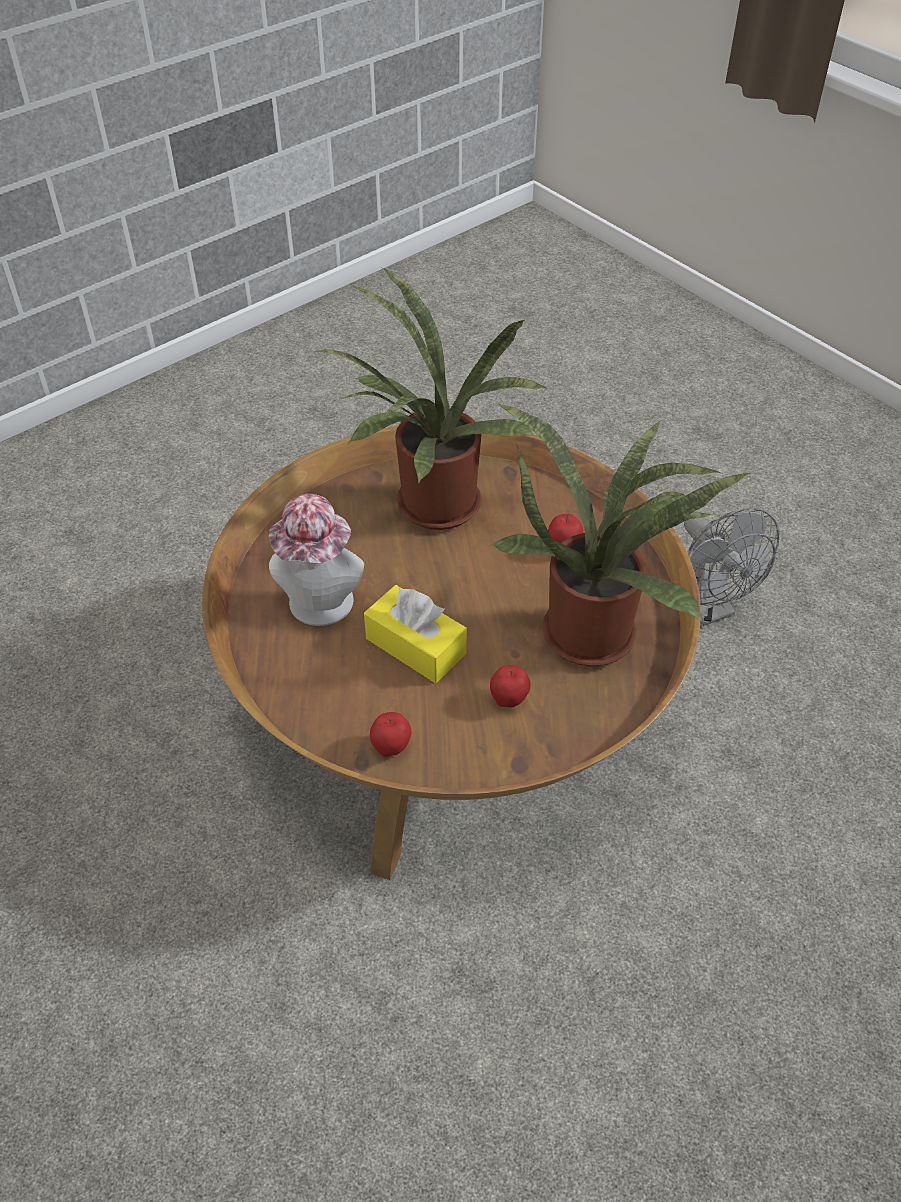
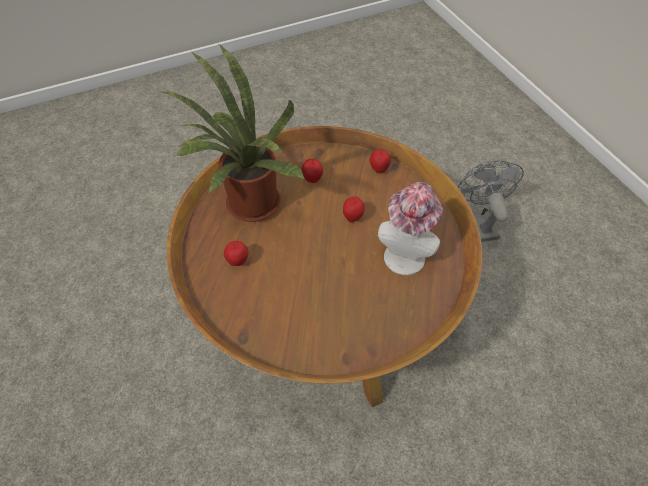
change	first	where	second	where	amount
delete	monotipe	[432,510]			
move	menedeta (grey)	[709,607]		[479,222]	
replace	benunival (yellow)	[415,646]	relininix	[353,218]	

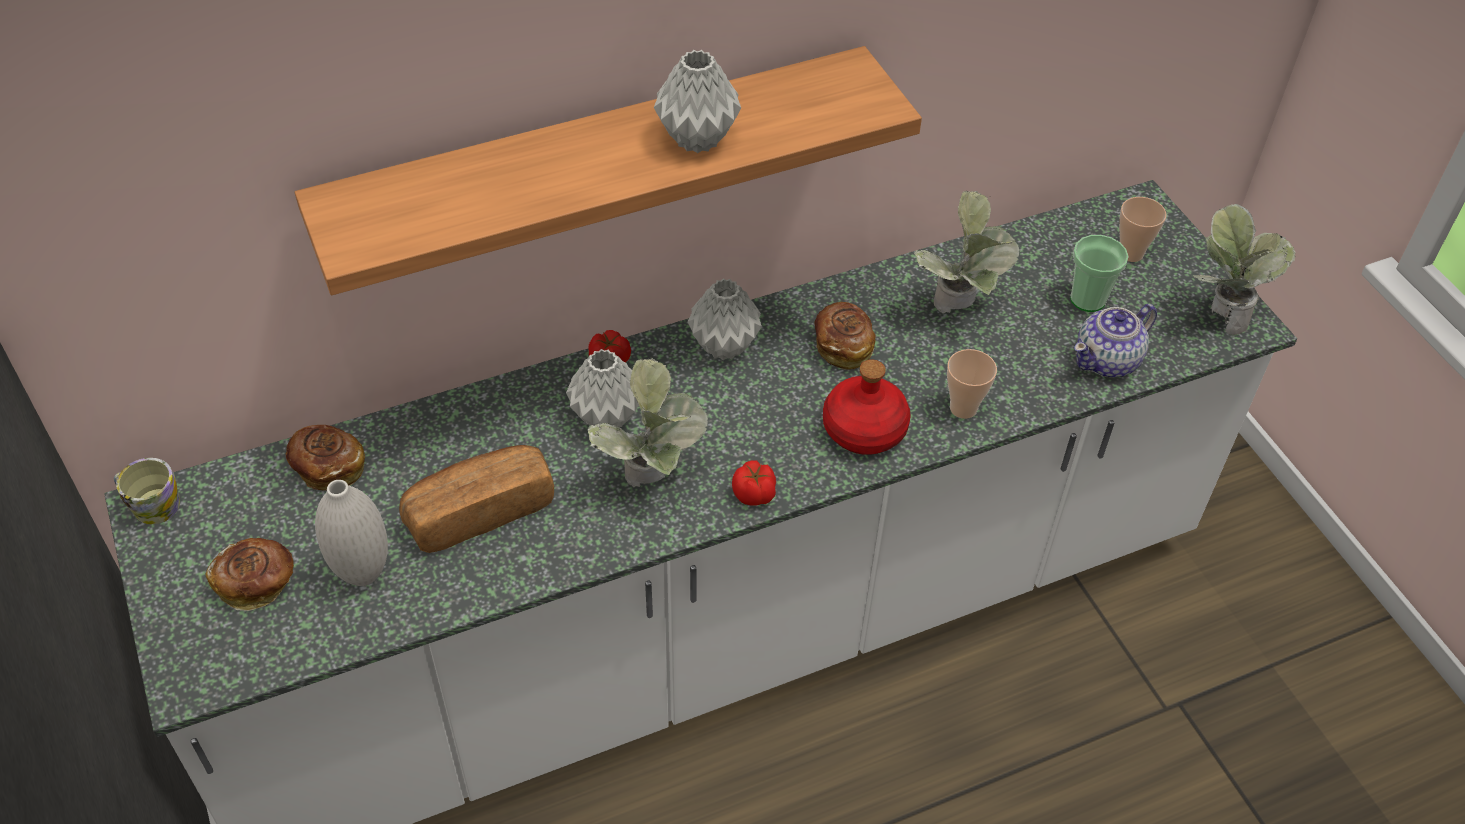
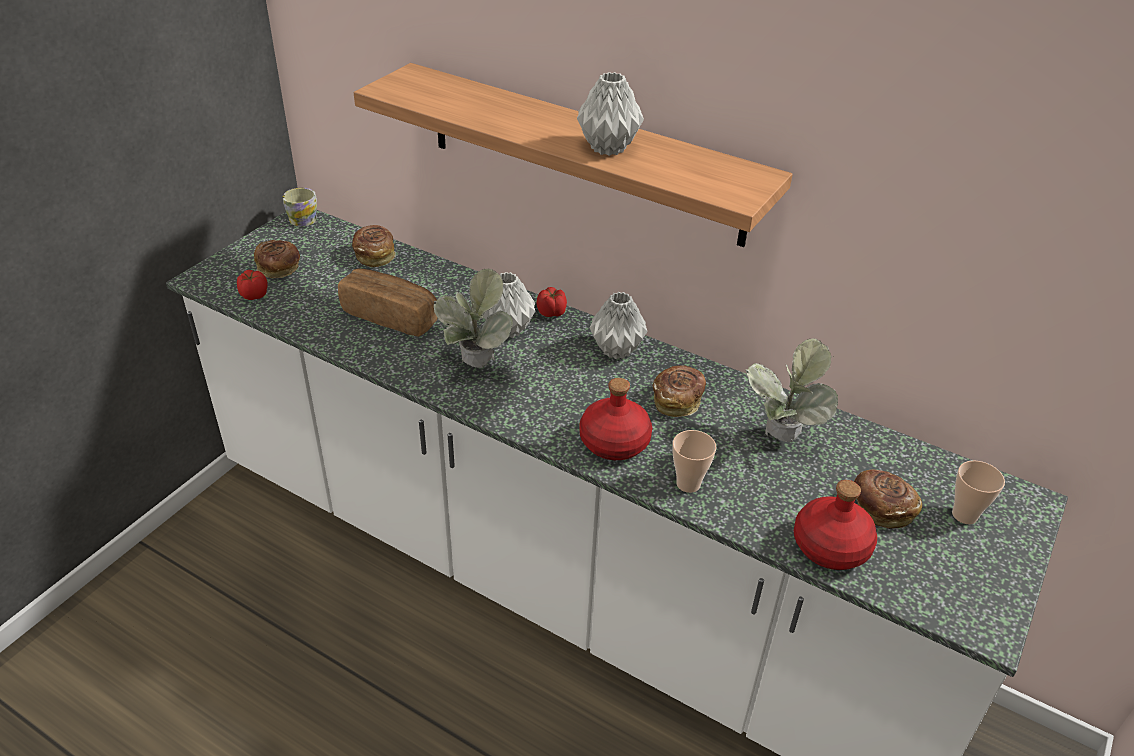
change	first	where	second	where	amount
delete	monotipe	[1219,314]			
replace	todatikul	[1087,299]	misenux	[880,509]	
replace	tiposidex	[1108,360]	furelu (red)	[831,547]	
move	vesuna	[754,495]		[253,295]	
delete	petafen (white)	[363,573]			

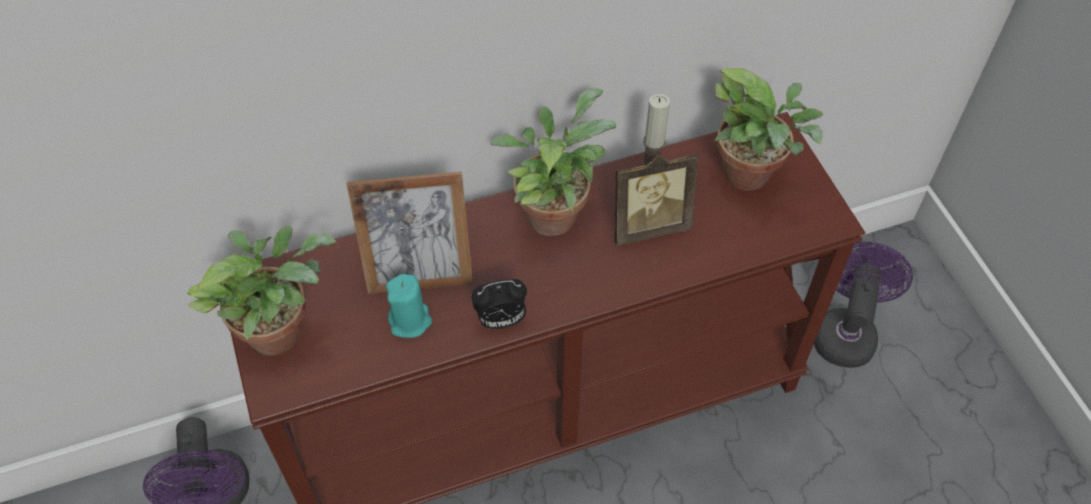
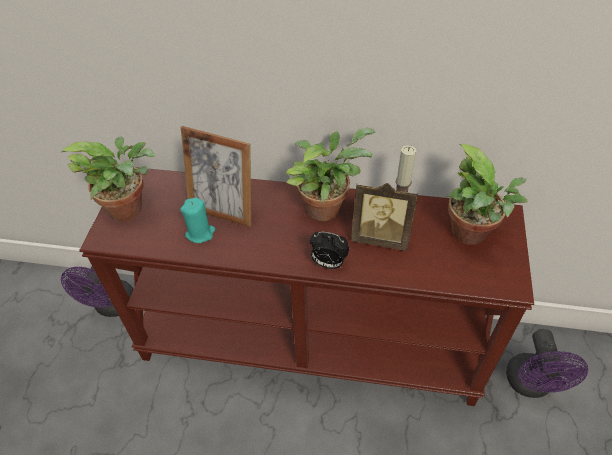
change	first	where	second	where	amount
rotate	menedeta (purple)	[845,331]		[531,385]	135 degrees clockwise
move	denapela	[501,320]		[328,263]	

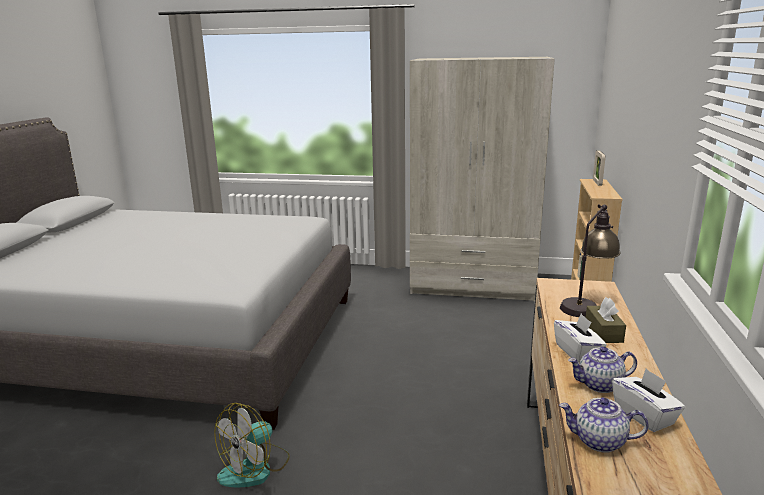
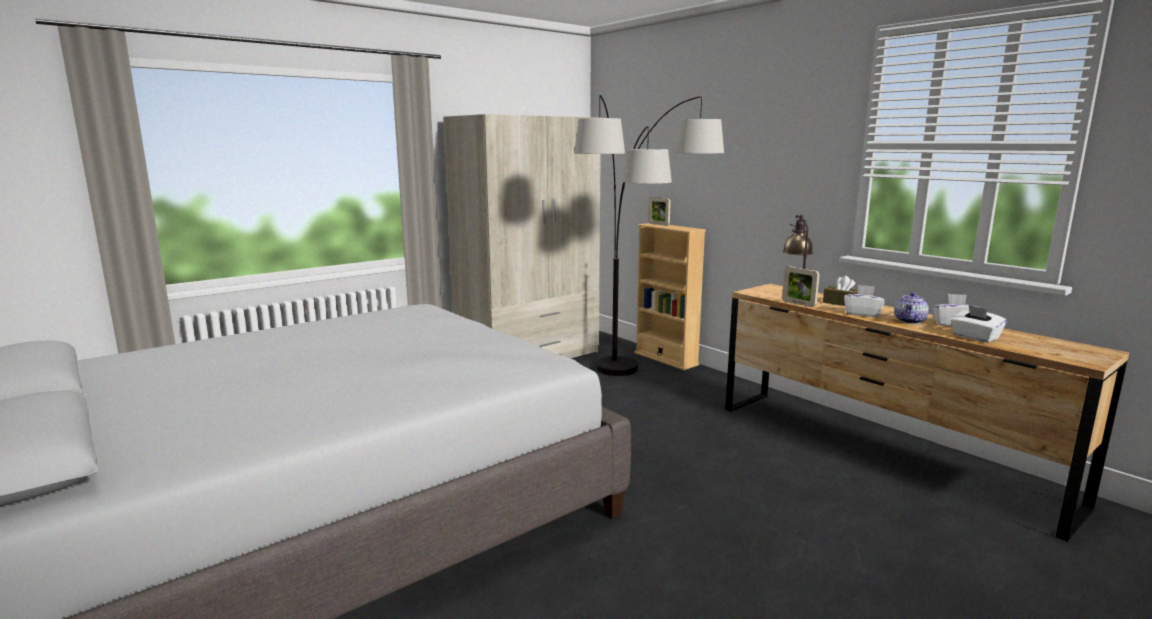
change	first	where	second	where	amount
replace	tiposidex	[599,441]	benunival (white)	[975,337]	
delete	menedeta	[255,468]			
insert			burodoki	[634,387]	
insert			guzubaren	[798,304]	

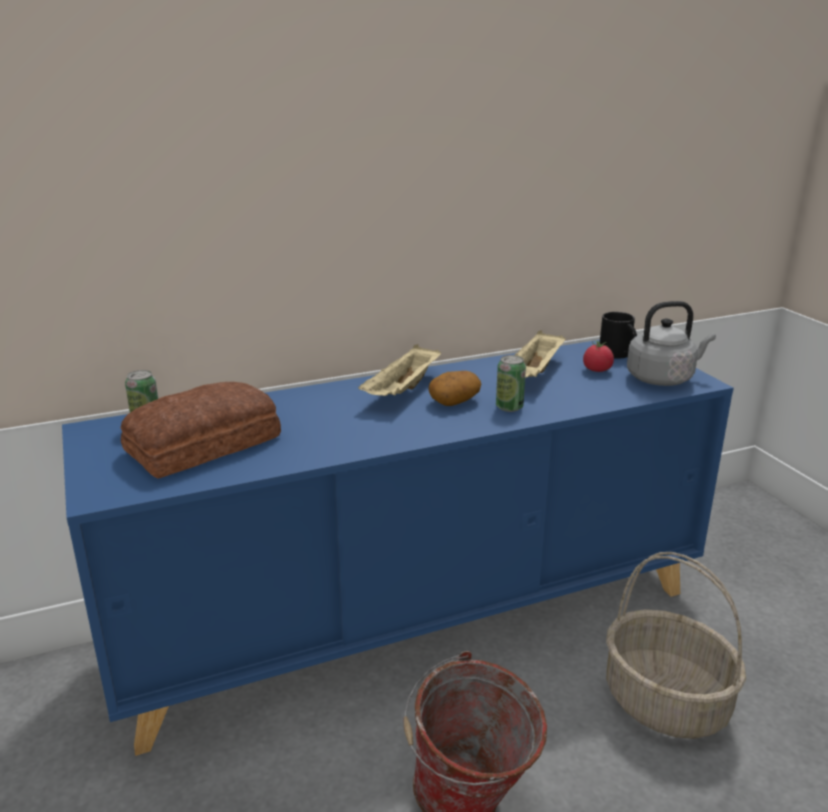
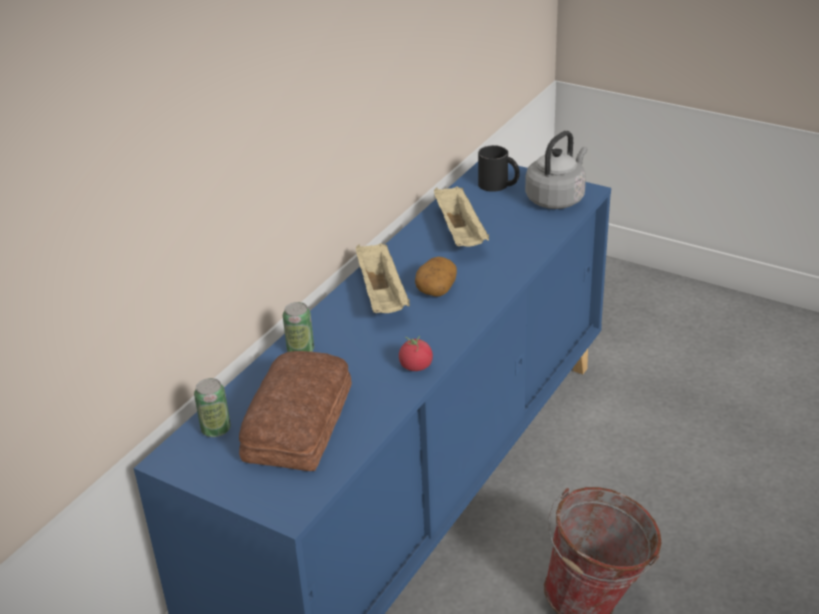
change	first	where	second	where	amount
move	vesuna	[597,370]		[416,366]	
move	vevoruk	[509,407]		[300,350]	
delete	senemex	[667,702]			

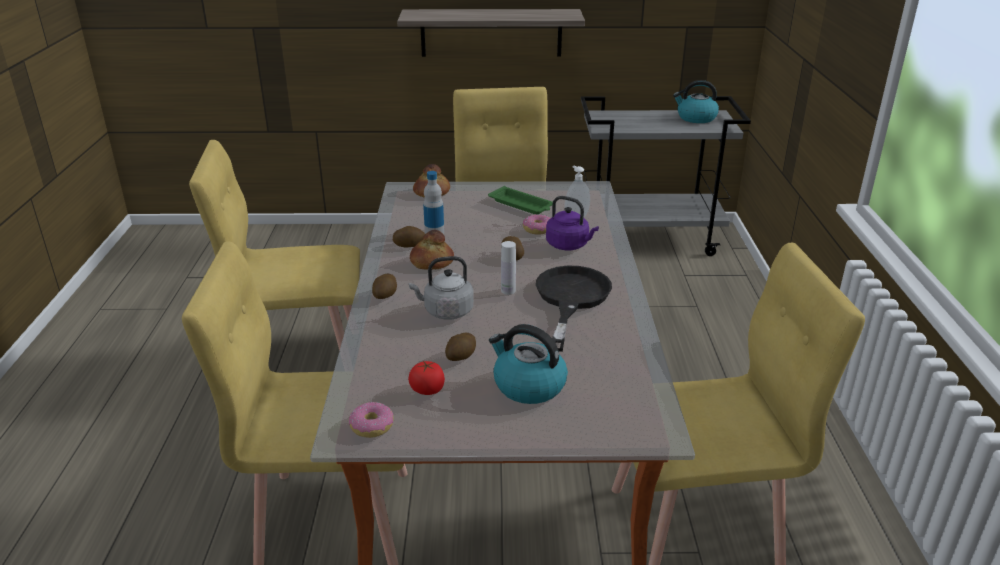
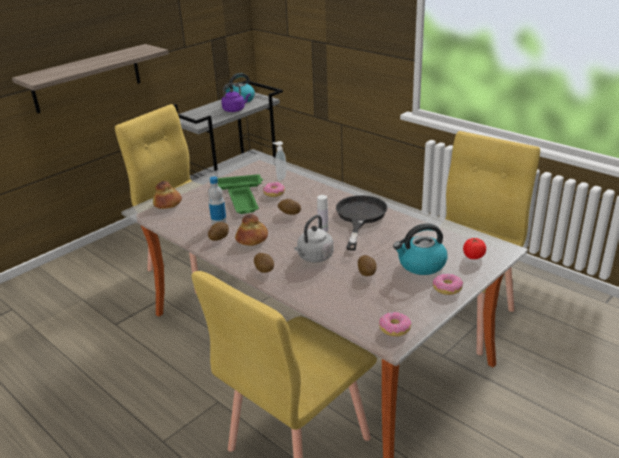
change	first	where	second	where	amount
delete	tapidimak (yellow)	[303,362]			
move	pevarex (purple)	[569,245]		[235,110]	
rotate	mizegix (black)	[570,299]		[360,217]	45 degrees clockwise
move	vesuna	[427,390]		[473,256]	
insert			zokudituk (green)	[243,204]	
insert			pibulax	[447,288]	

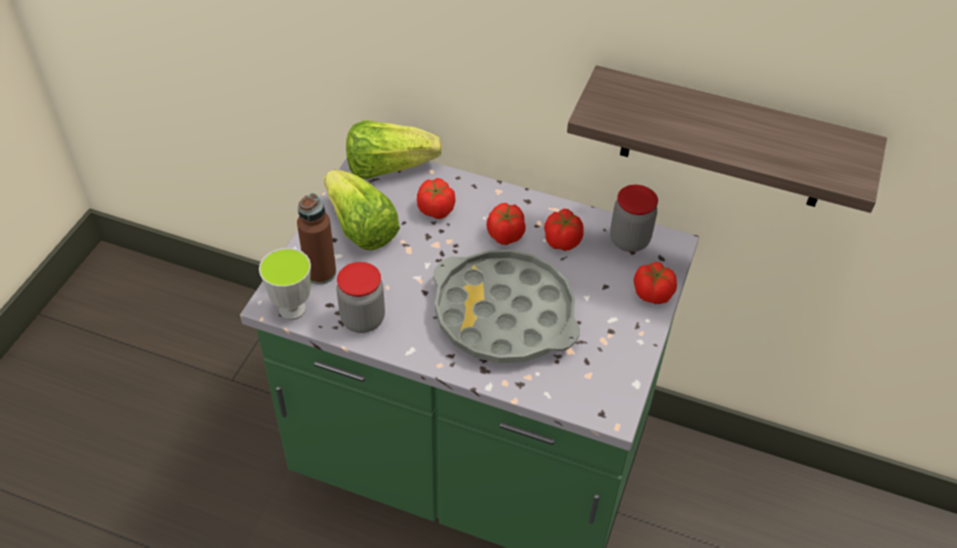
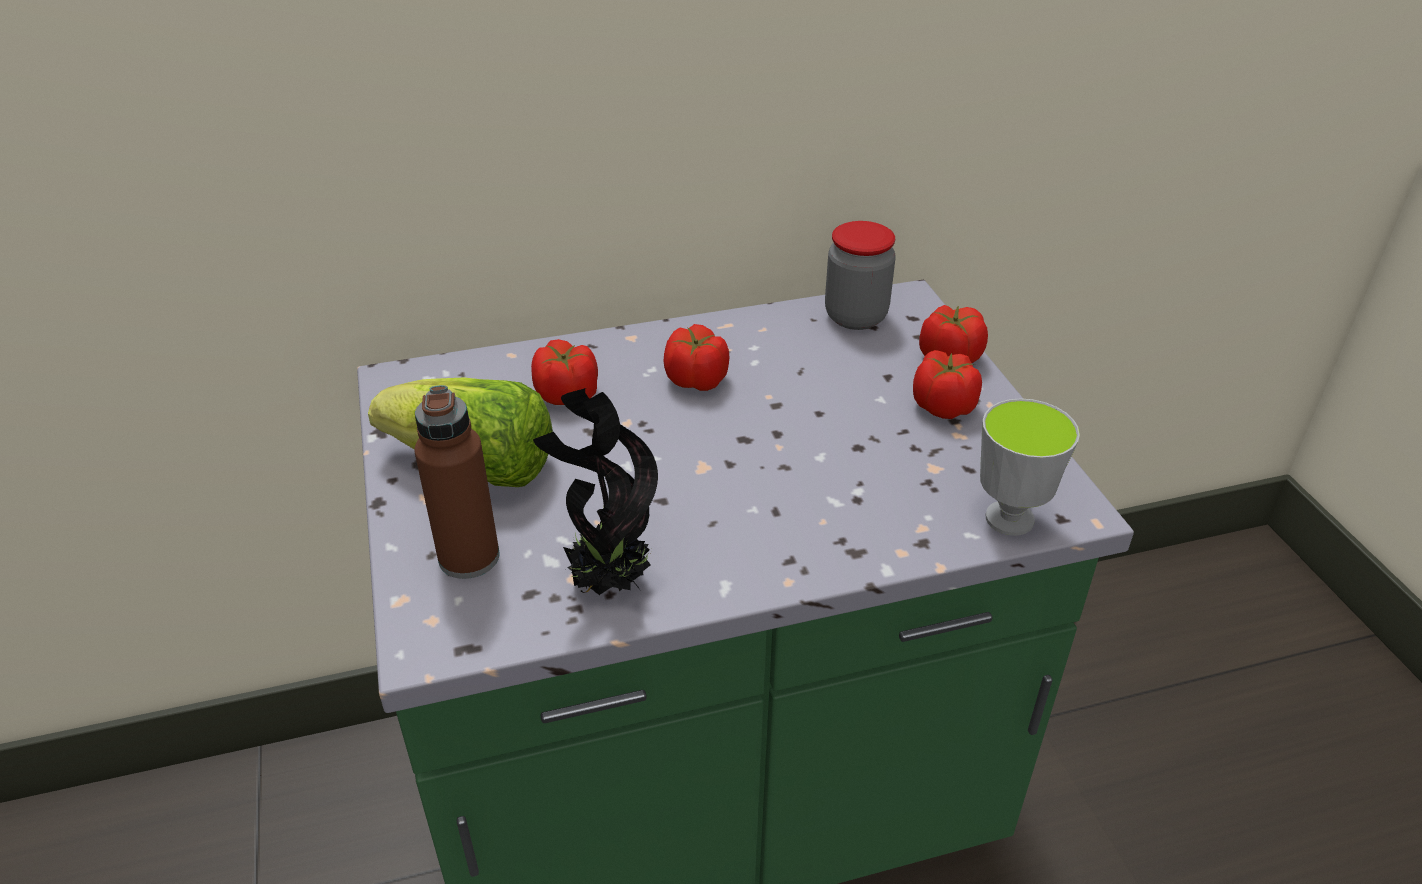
change	first	where	second	where	amount
delete	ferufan	[726,140]			
delete	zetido	[388,167]			
move	vesuna	[562,240]		[943,406]	
move	todatikul	[292,309]		[1009,519]	
delete	zokudituk (grey)	[504,315]			
replace	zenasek	[363,319]	monotipe	[606,584]	

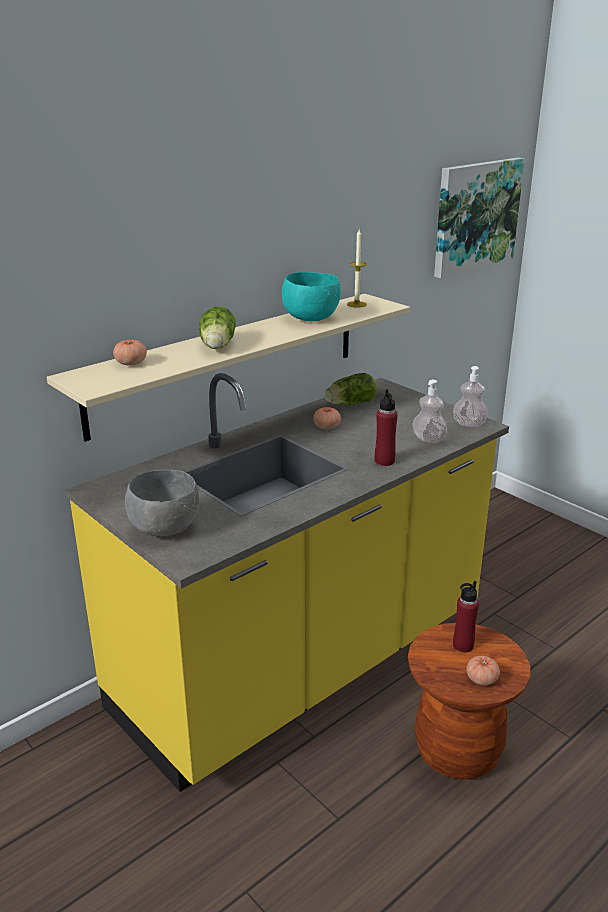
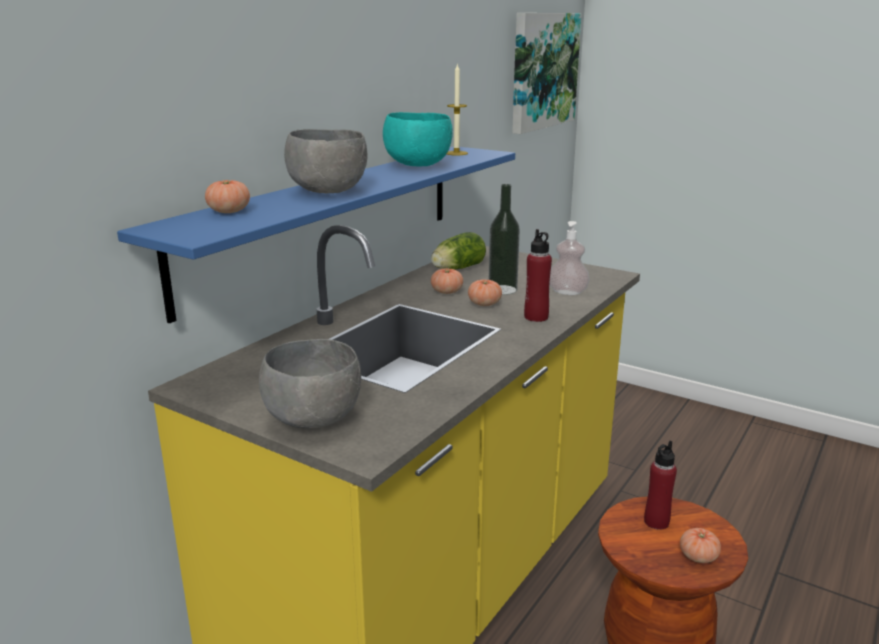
change	first	where	second	where	amount
recolor	ferufan (beige)	[229,361]	ferufan (blue)	[329,220]	
replace	zetido	[217,346]	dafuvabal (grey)	[329,191]	
delete	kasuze	[469,424]			
insert			furelu	[502,290]	
insert			vesuna	[484,304]	

